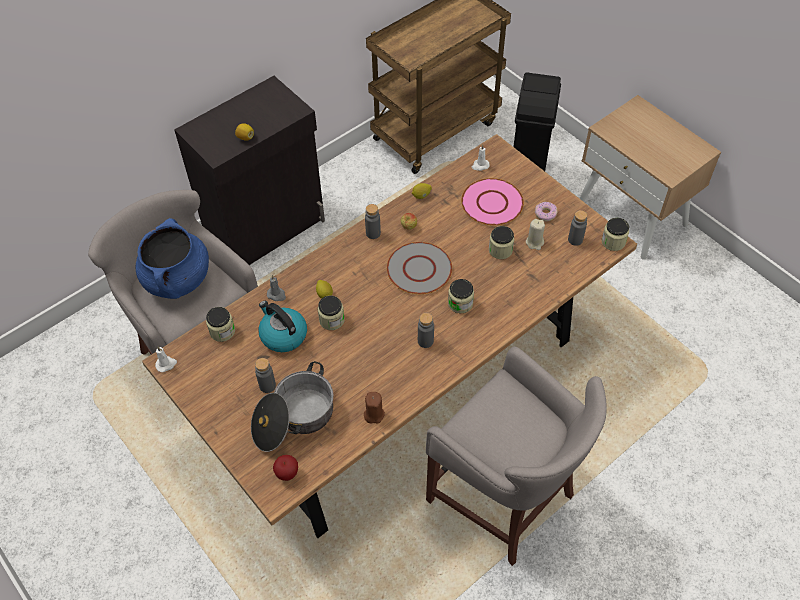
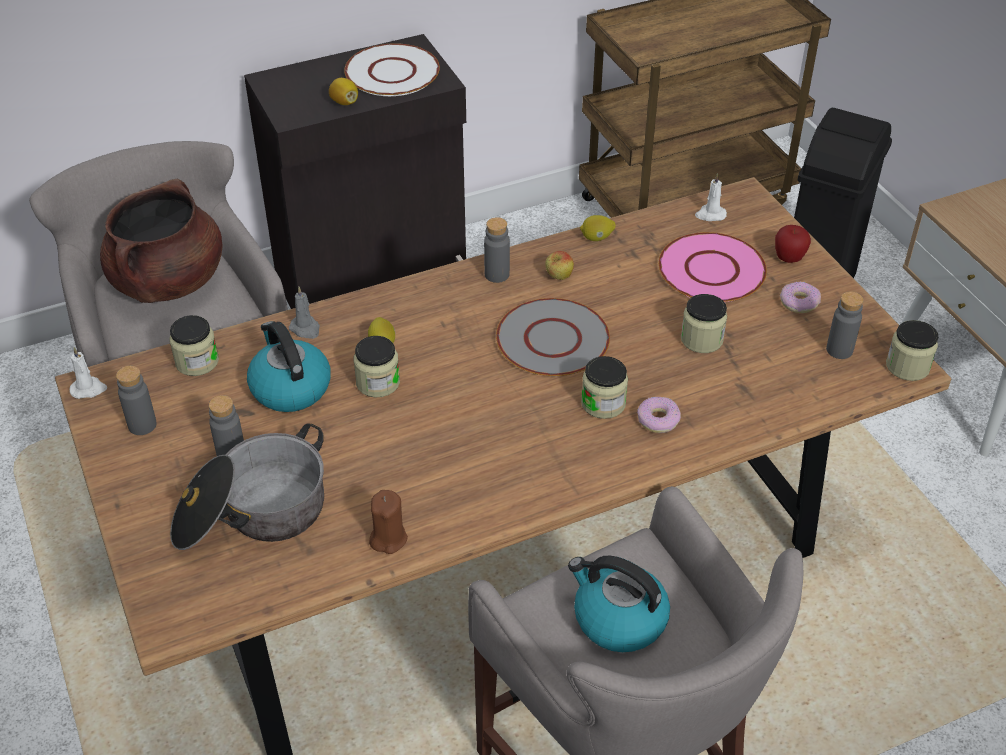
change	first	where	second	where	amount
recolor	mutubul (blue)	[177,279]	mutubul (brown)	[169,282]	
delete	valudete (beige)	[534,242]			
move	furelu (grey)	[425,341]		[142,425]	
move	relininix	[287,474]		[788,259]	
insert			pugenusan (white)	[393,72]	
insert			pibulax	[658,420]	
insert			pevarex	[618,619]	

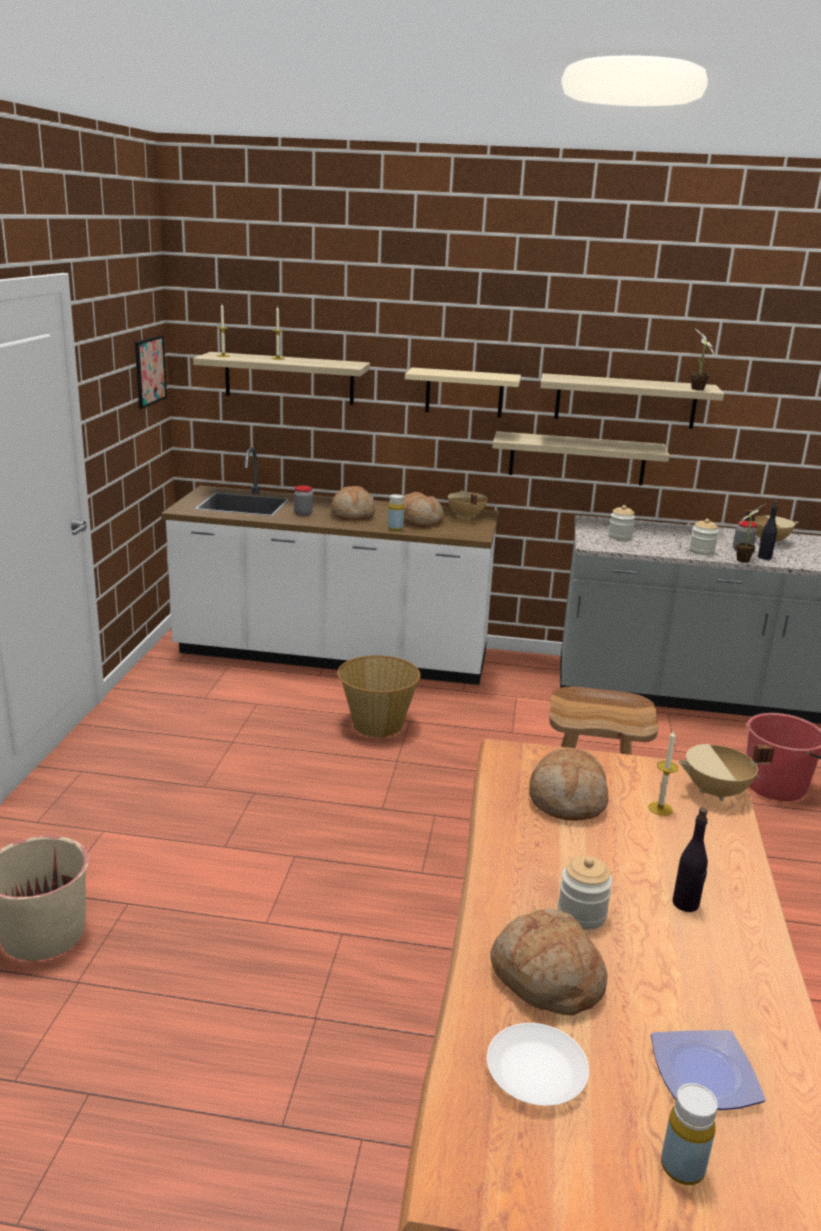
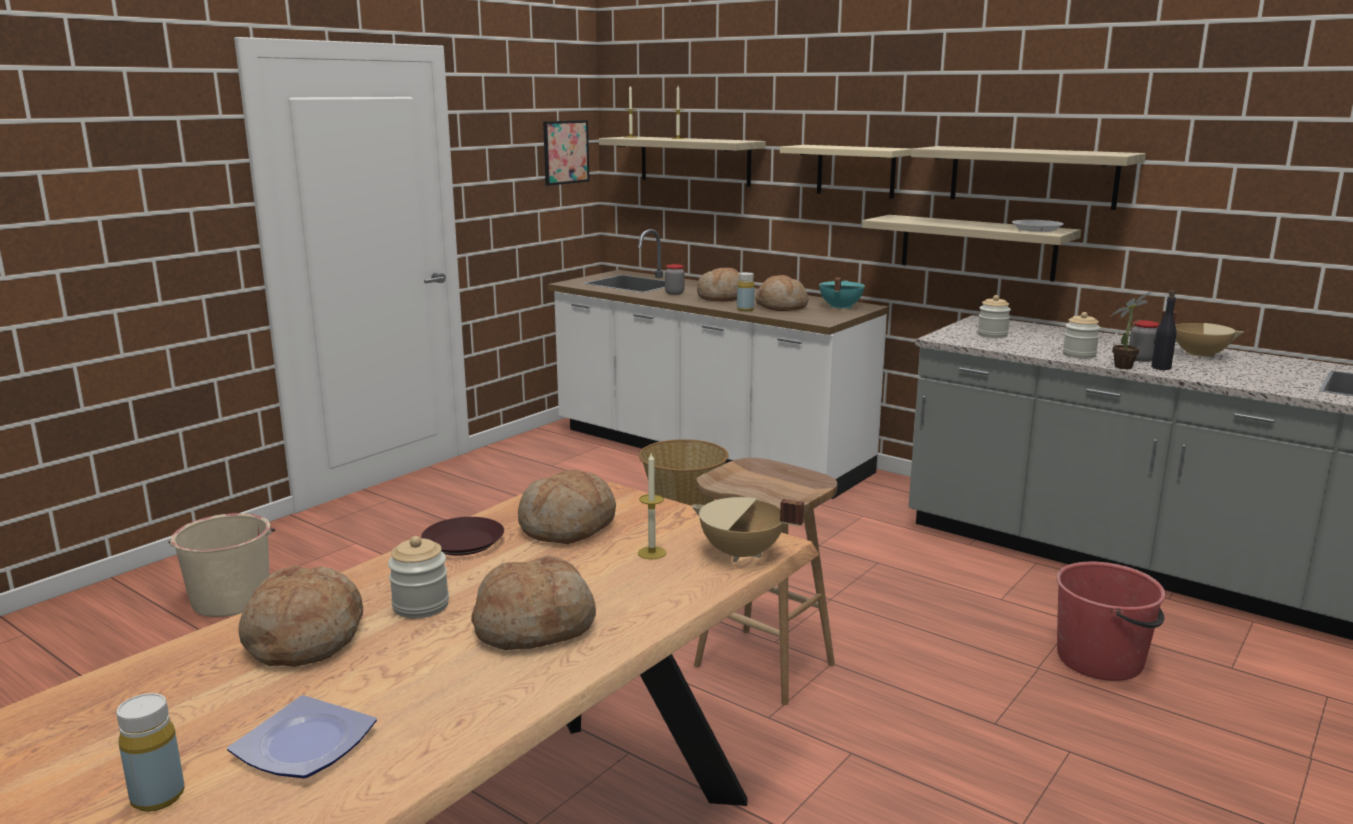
change	first	where	second	where	amount
delete	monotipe	[696,389]			
recolor	mutubul (beige)	[465,517]	mutubul (turquoise)	[839,307]	
replace	furelu (black)	[686,904]	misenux	[535,625]	
move	pugenusan (white)	[535,1073]		[1036,229]	
insert			pugenusan (brown)	[463,543]	

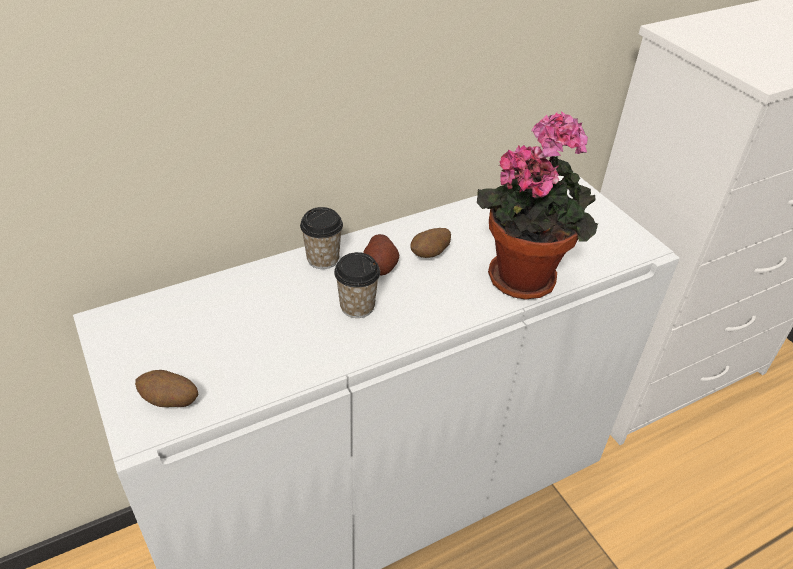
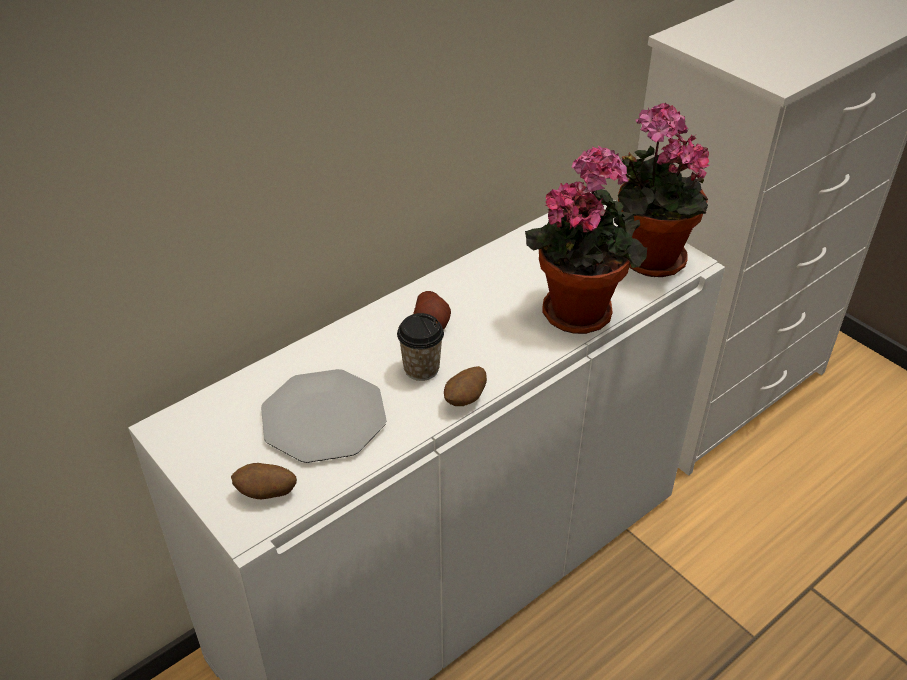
change	first	where	second	where	amount
delete	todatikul	[323,259]			
move	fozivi	[430,254]		[465,399]	
insert			monotipe	[646,259]	
insert			pugenusan	[324,418]	

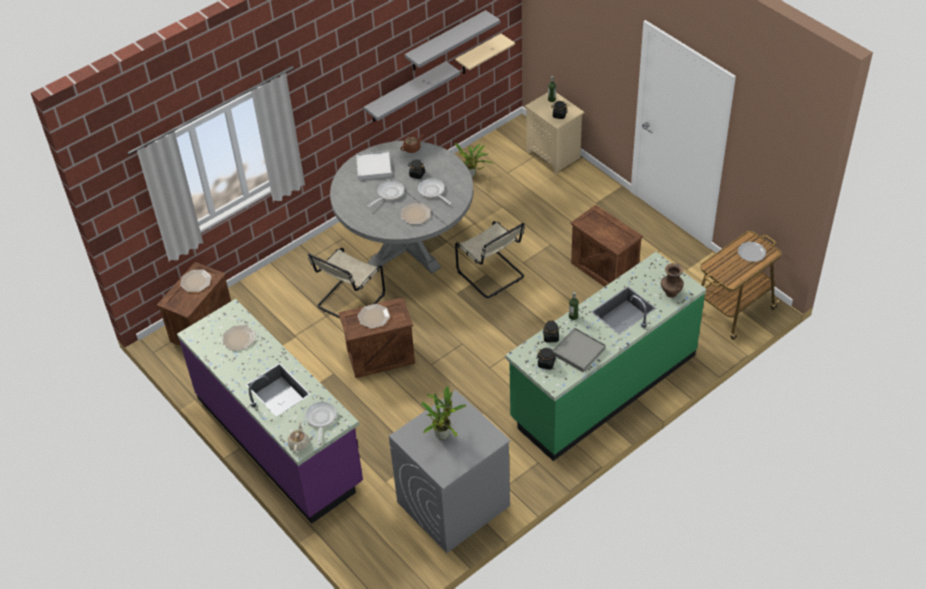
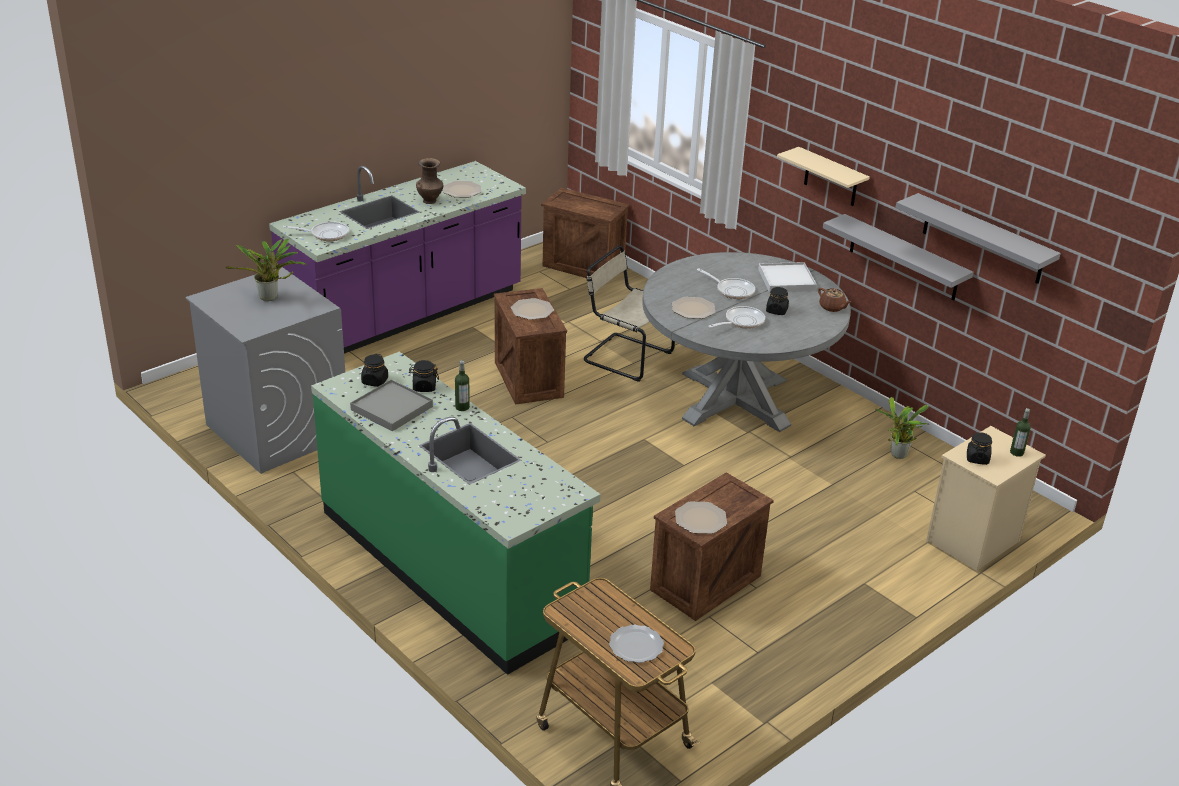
change	first	where	second	where	amount
move	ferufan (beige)	[478,55]		[831,178]	
delete	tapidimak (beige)	[492,275]			
move	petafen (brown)	[670,293]		[430,201]	
move	pugenusan	[195,281]		[700,518]	
delete	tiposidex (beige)	[299,443]			

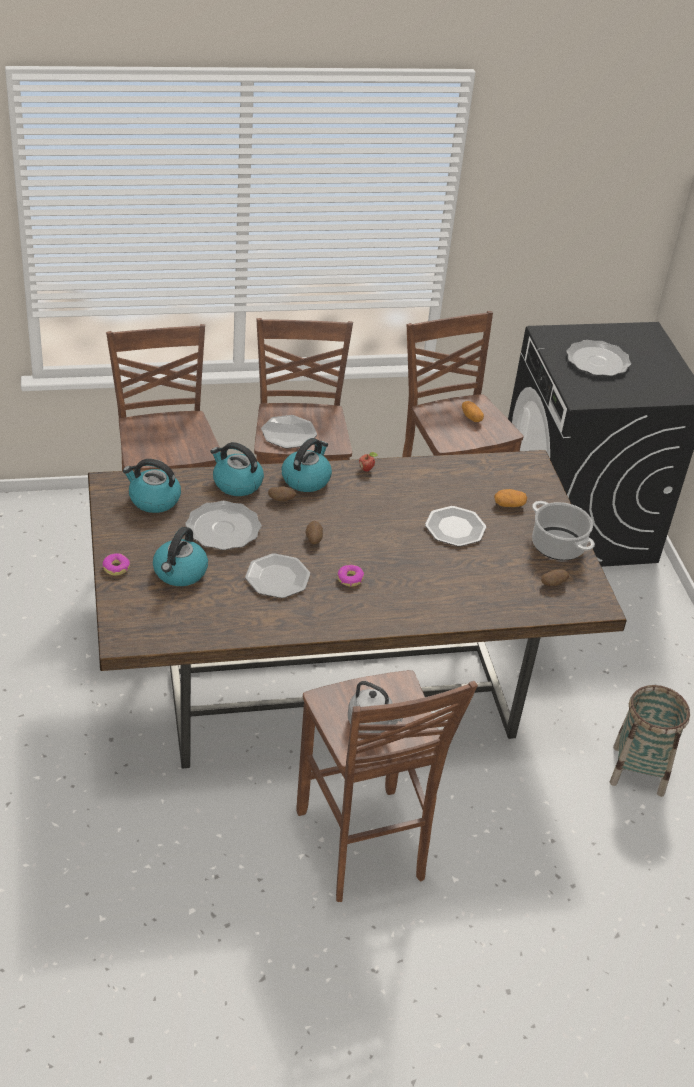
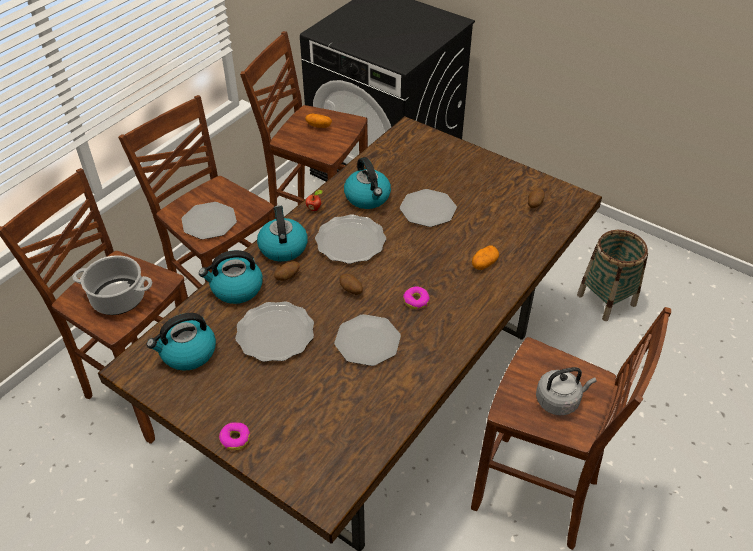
change	first	where	second	where	amount
move	pugenusan	[597,361]		[350,242]	
move	fozivi	[509,505]		[484,263]	
move	mutubul	[557,545]		[117,298]	
move	pevarex	[180,572]		[368,197]	

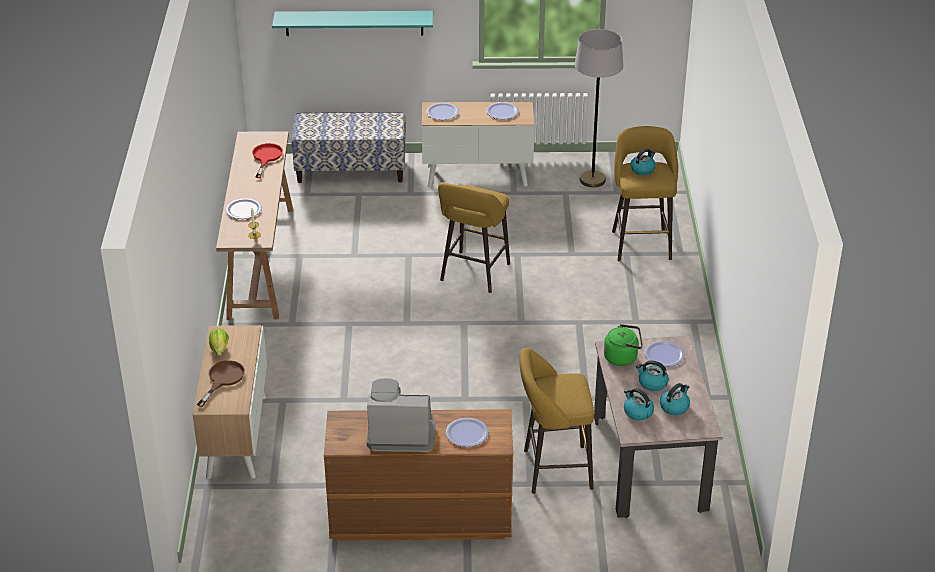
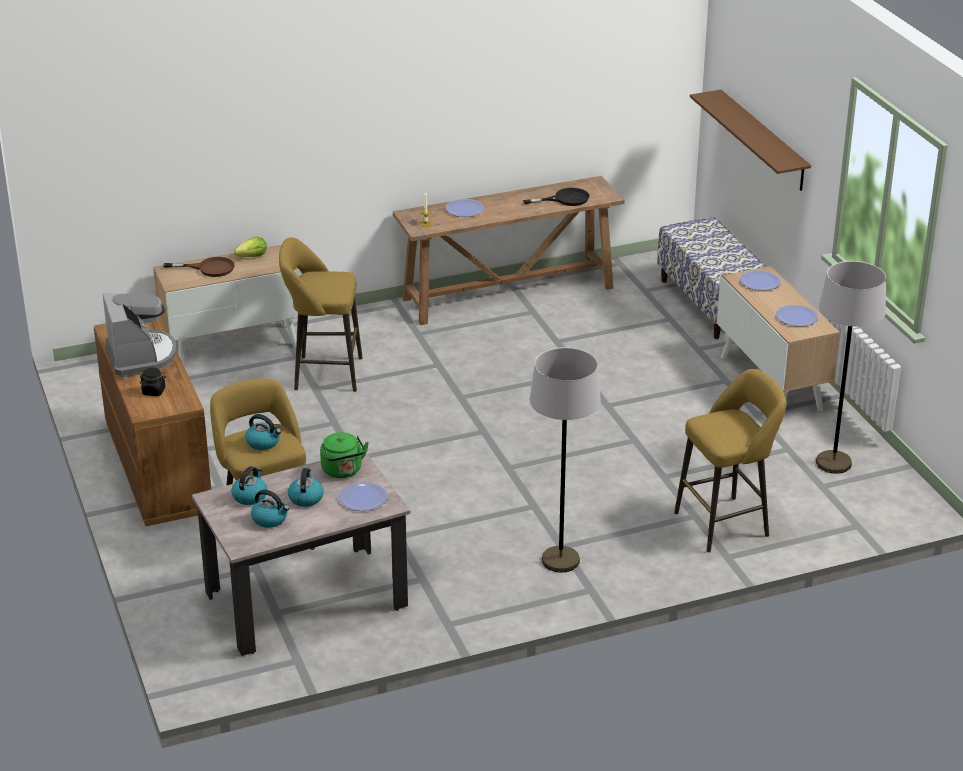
change	first	where	second	where	amount
recolor	ferufan (turquoise)	[354,23]	ferufan (brown)	[763,140]	
recolor	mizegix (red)	[266,157]	mizegix (black)	[565,199]	
move	pevarex	[642,169]		[263,442]	
move	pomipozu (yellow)	[473,274]		[323,373]	
replace	pugenusan	[467,433]	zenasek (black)	[154,391]	
insert			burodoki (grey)	[560,560]	

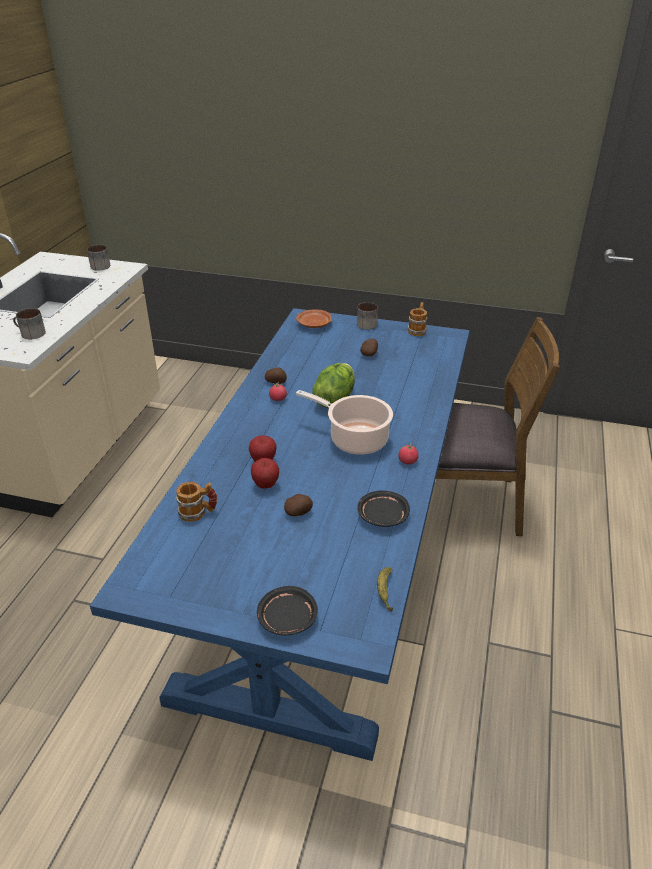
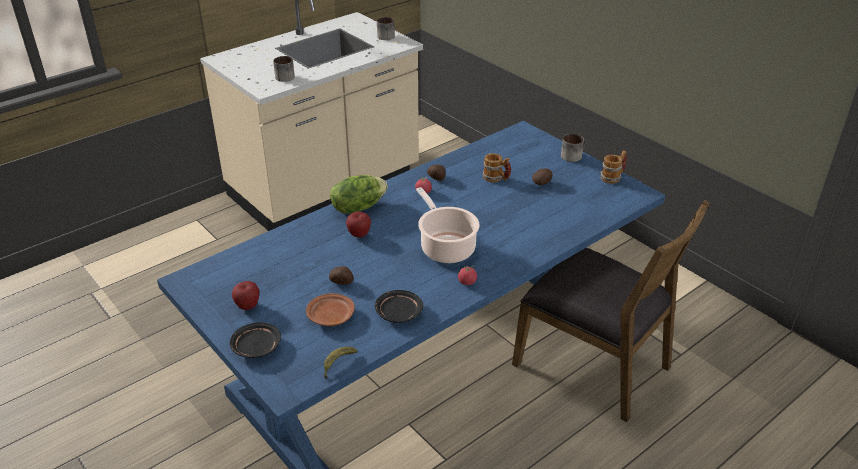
change	first	where	second	where	amount
move	pugenusan (brown)	[314,324]		[330,316]	
move	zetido	[334,399]		[358,207]	
move	relininix	[265,485]		[248,306]	
move	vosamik	[198,512]		[496,178]	

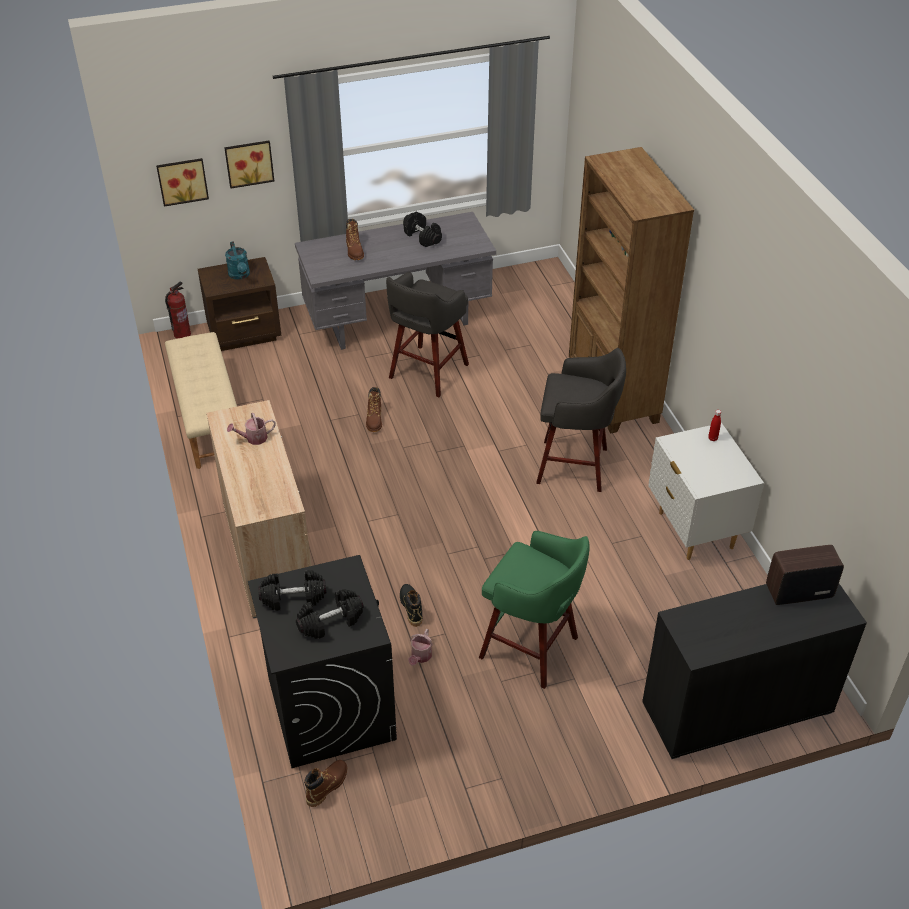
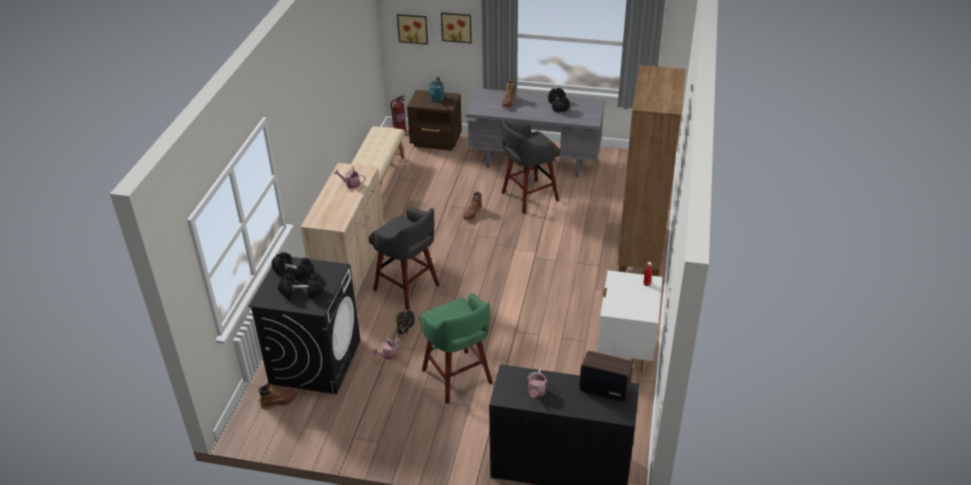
change	first	where	second	where	amount
move	pomipozu (grey)	[575,466]		[408,289]	
insert			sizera	[536,393]	

